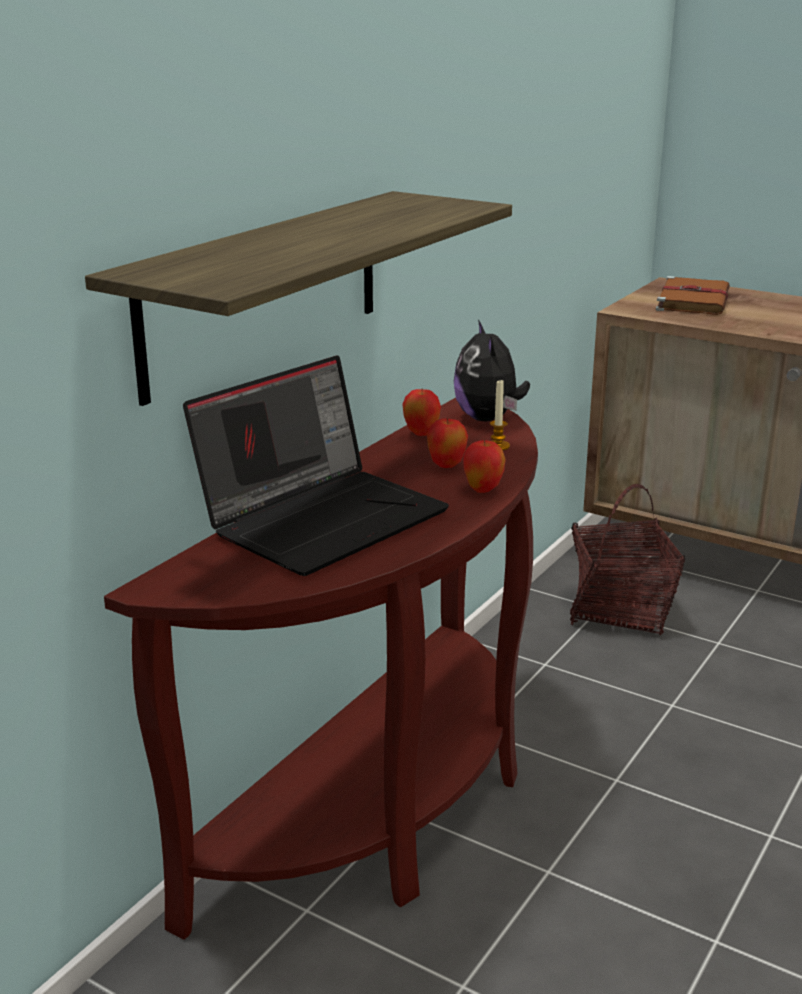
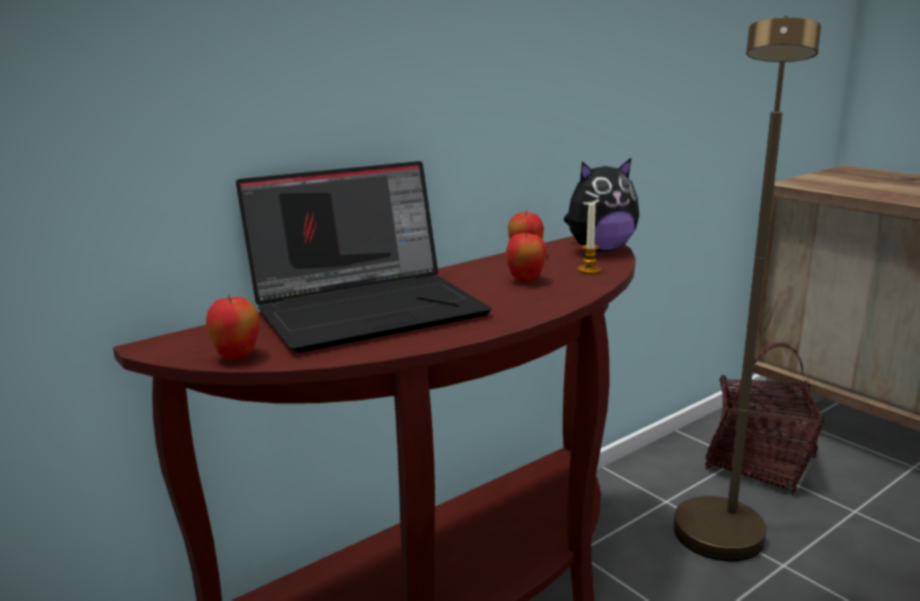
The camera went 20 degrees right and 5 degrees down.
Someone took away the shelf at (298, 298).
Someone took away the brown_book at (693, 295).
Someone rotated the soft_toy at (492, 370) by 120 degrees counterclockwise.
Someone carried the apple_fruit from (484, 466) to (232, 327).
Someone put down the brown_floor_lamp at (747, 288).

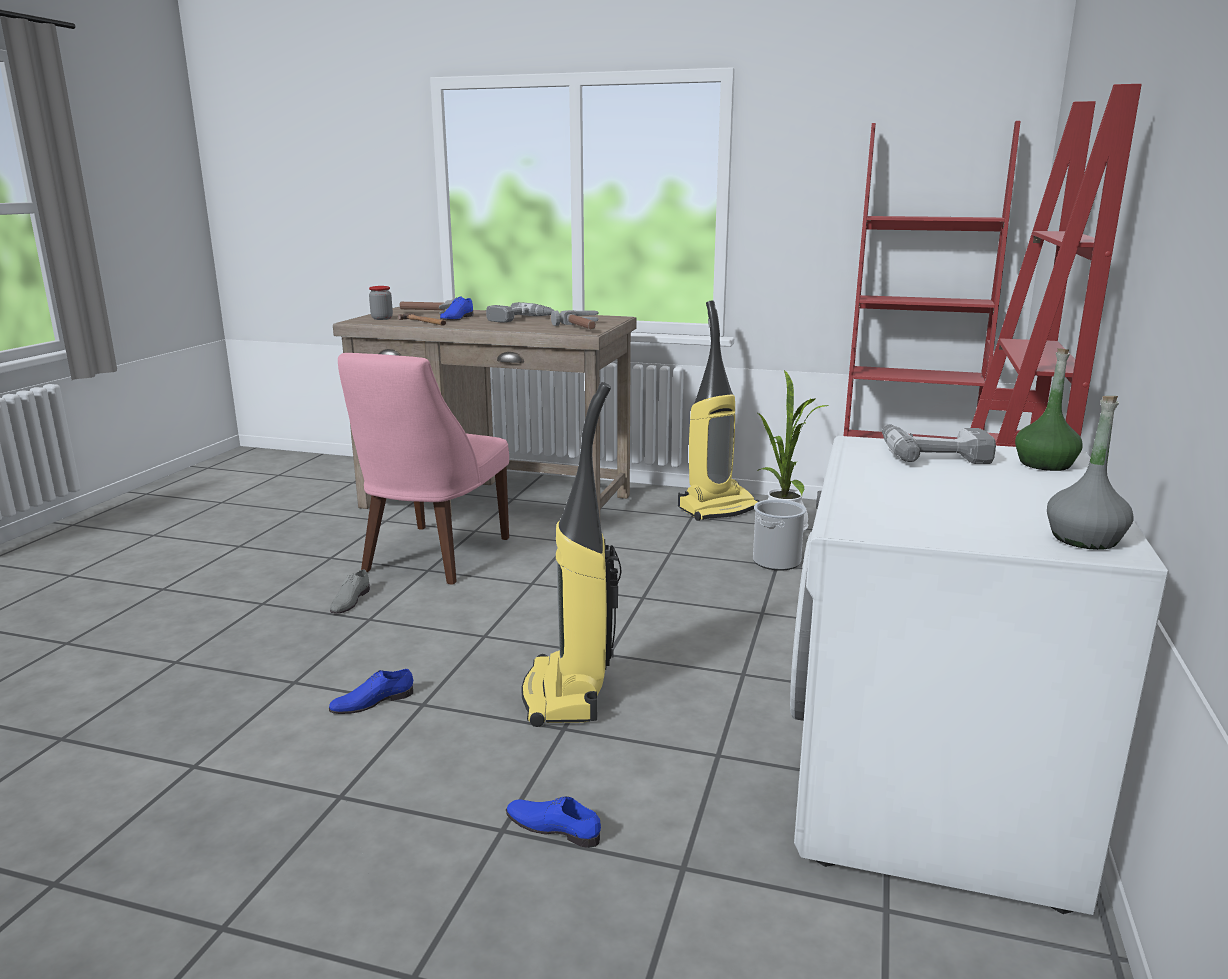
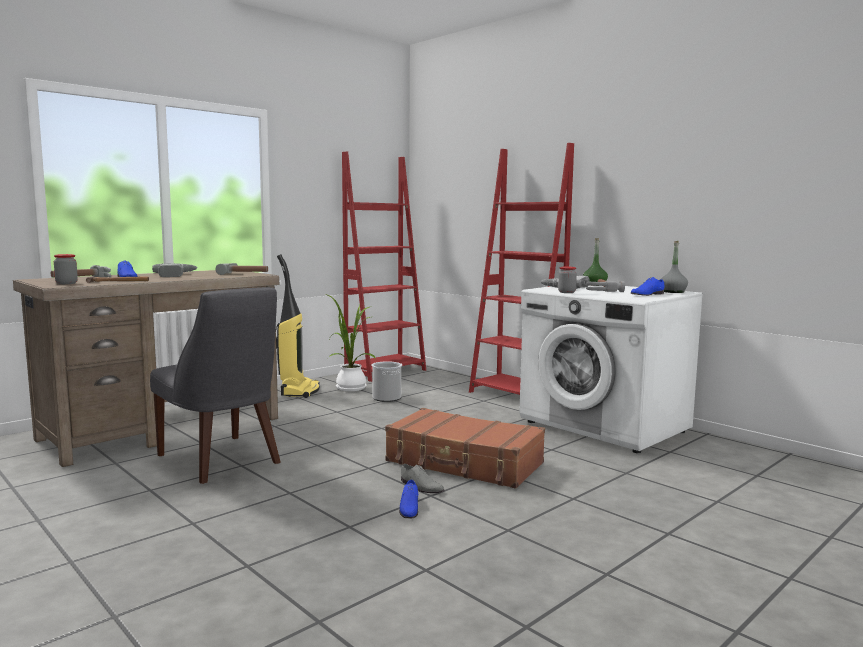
The camera went 60 degrees left and 10 degrees down.
Someone repainted the pink-coloured_chair at (423, 469), which became the greyish_chair at (215, 385).
Someone swapped the vacuum at (571, 554) for the brown_piece_of_luggage at (465, 448).
Someone carried the greyish_low_shoe from (350, 591) to (422, 478).
Someone carried the blue_low_shoe from (553, 822) to (647, 286).
Someone put down the preserve_jar at (567, 279).
Someone put down the tool_hammer at (605, 285).

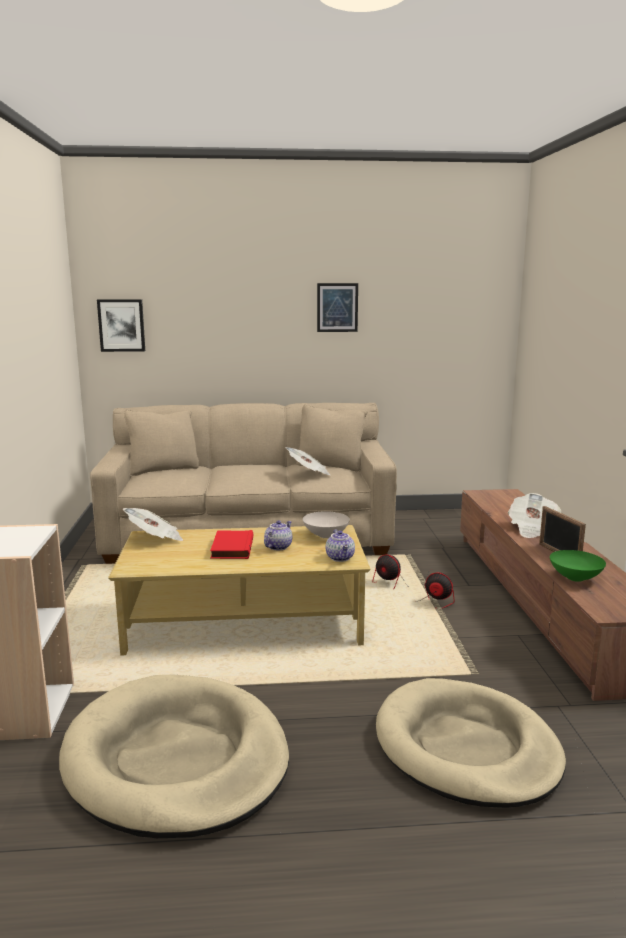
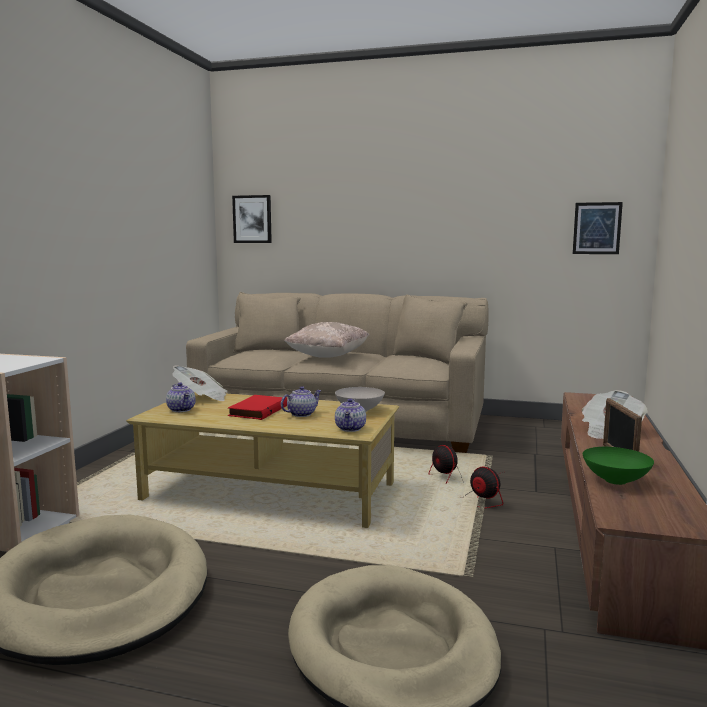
The camera went 20 degrees right and 5 degrees down.
Someone carried the picture from (337, 307) to (598, 228).
Someone took away the printed_paper at (307, 461).
Someone put down the sand-coloured_cushion at (326, 340).
Someone put down the teapot at (181, 397).

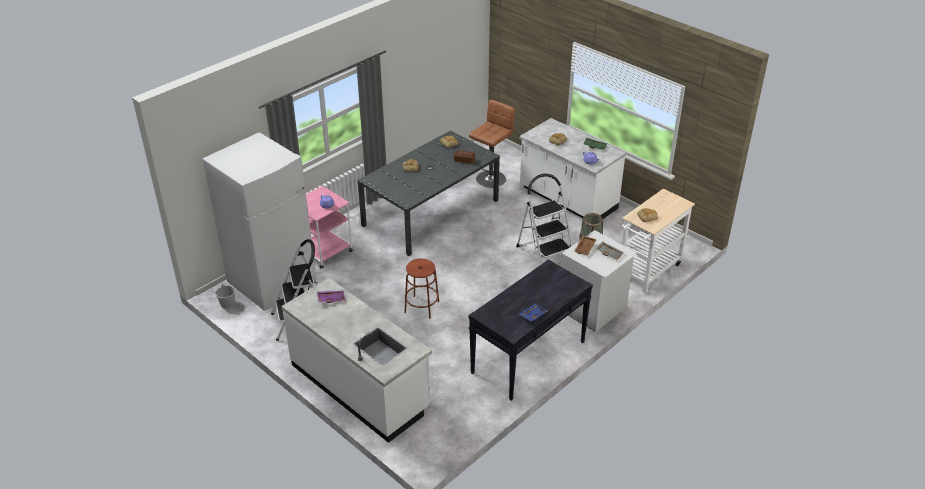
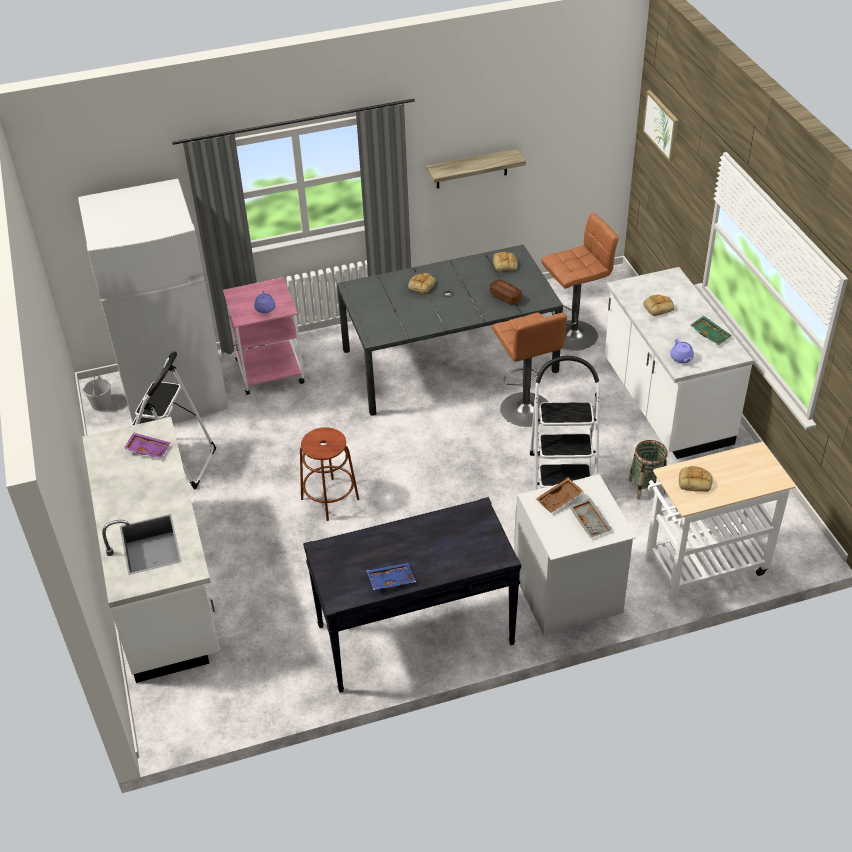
The camera went 30 degrees right and 5 degrees up.
Someone put up the picture at (661, 126).
Someone put up the shelf at (476, 168).
Someone put down the brown_sitting_stool at (529, 369).

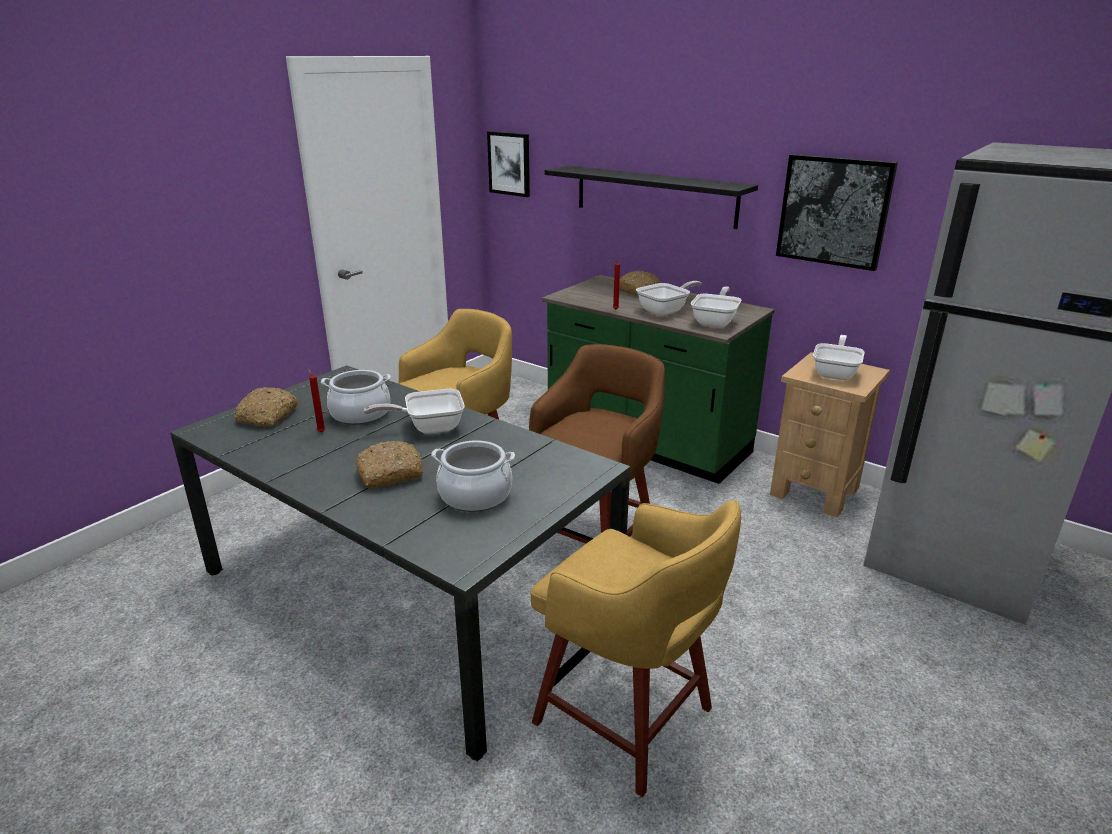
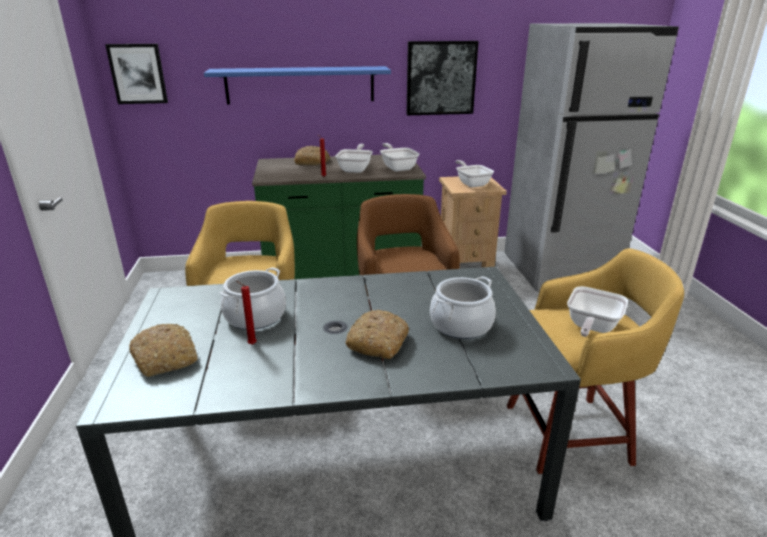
The camera went 45 degrees left and 0 degrees up.
Someone repainted the blackish_shelf at (651, 197), which became the blue_shelf at (297, 85).
Someone carried the frying_pan from (414, 411) to (597, 311).

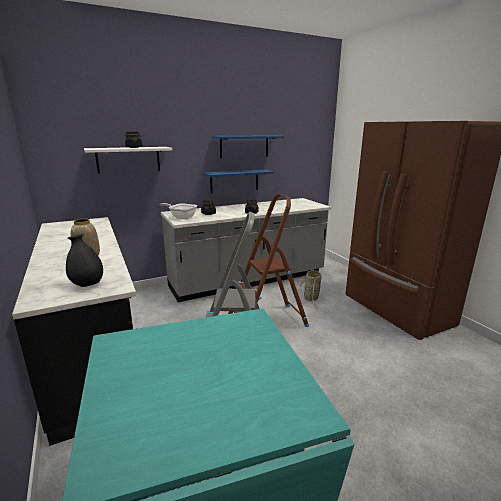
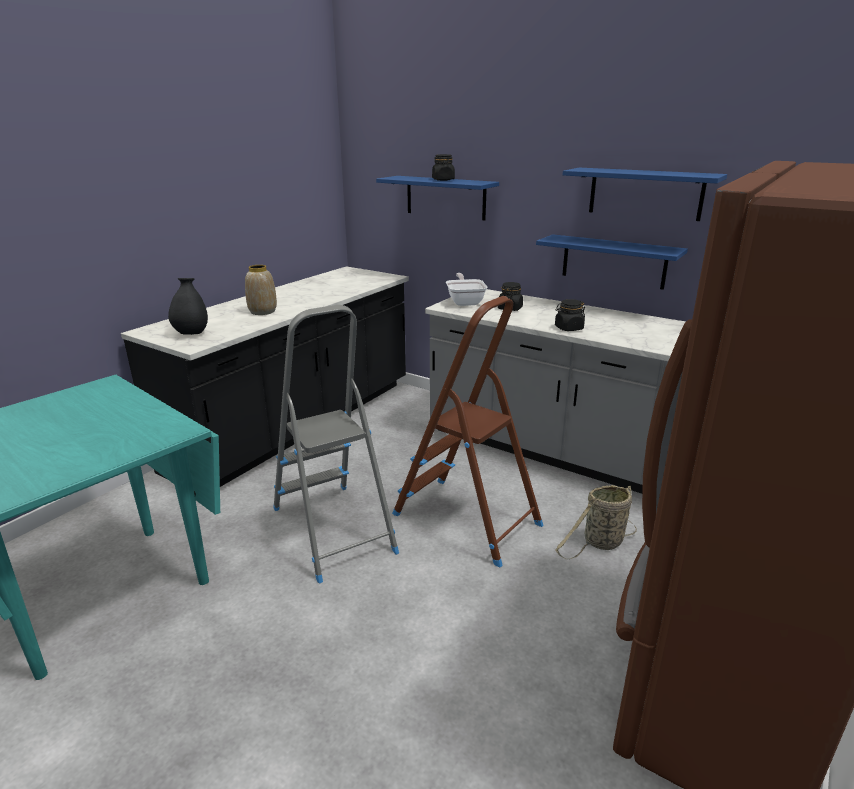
The camera went 60 degrees right and 5 degrees up.
Someone repainted the whitish_shelf at (128, 160), which became the blue_shelf at (437, 198).

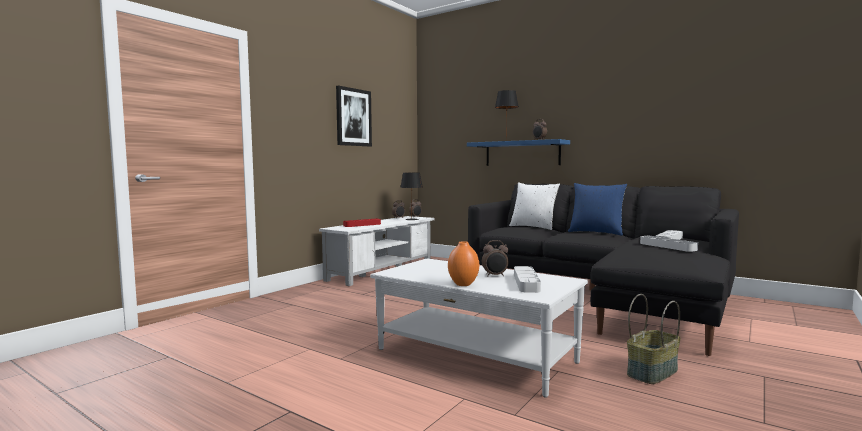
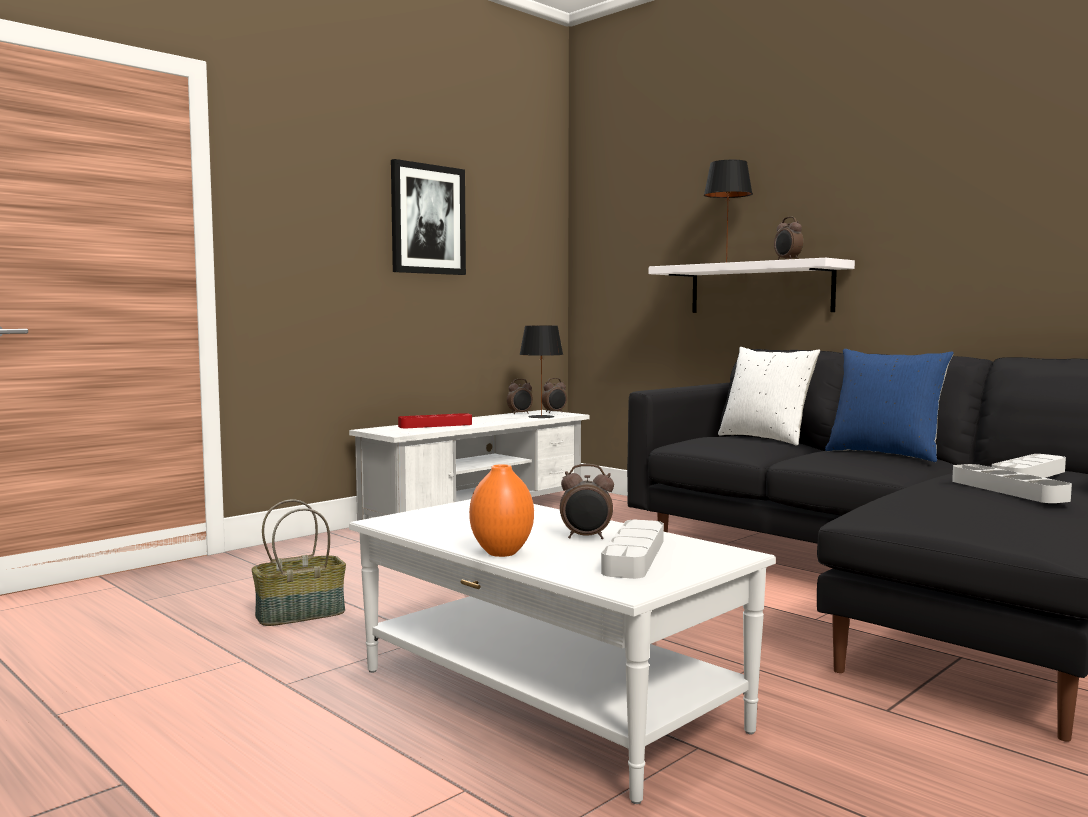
The camera went 10 degrees right and 0 degrees up.
Someone repainted the blue_shelf at (518, 152), which became the whitish_shelf at (752, 285).
Someone carried the basket from (654, 339) to (299, 562).

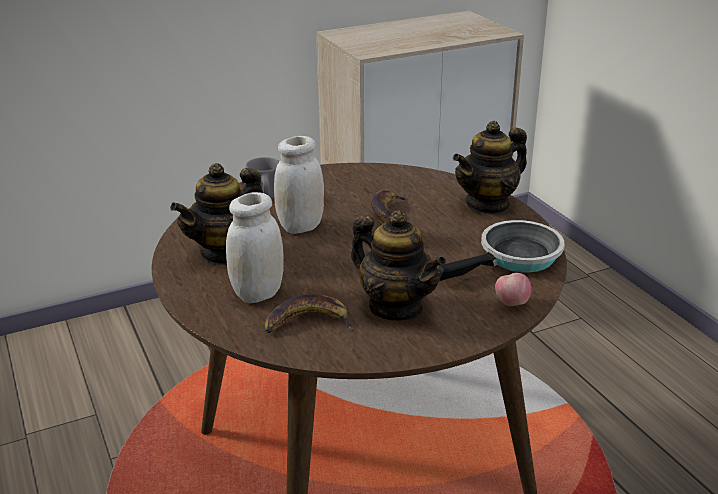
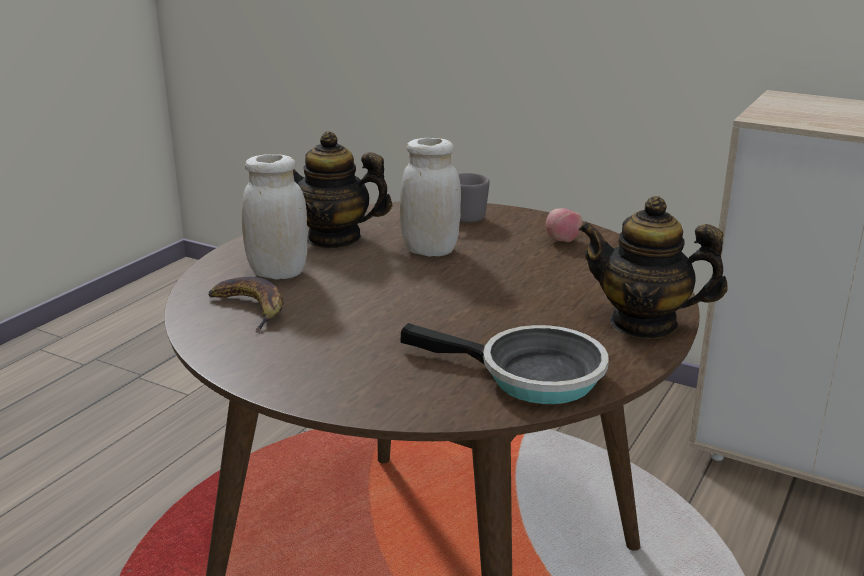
The camera went 55 degrees right and 5 degrees down.
Someone took away the banana_fruit at (389, 206).
Someone took away the teapot at (398, 266).
Someone carried the apple_fruit from (513, 289) to (564, 225).

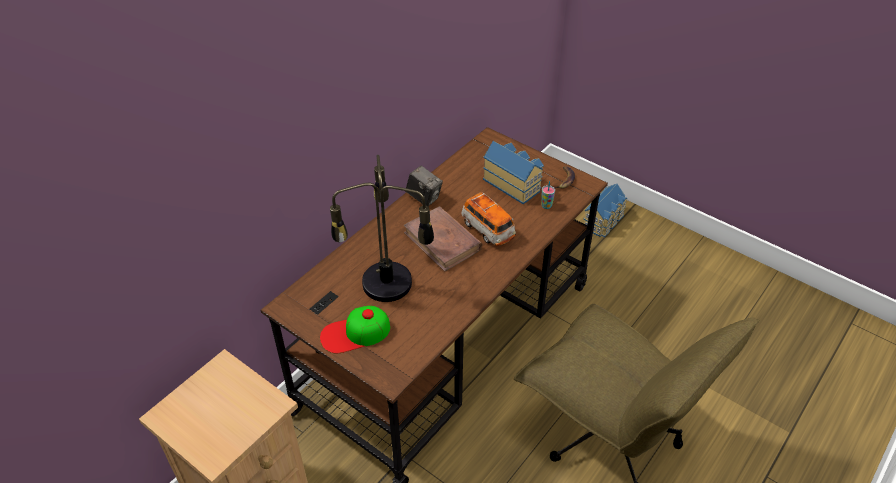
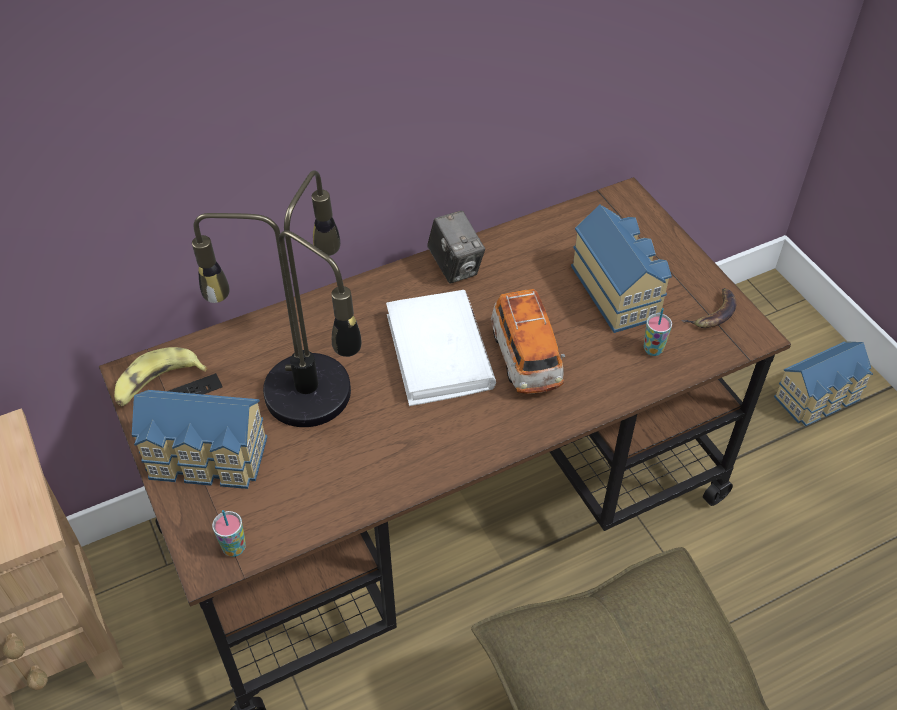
The camera went 25 degrees right and 5 degrees up.
Someone repainted the brown_book at (443, 239), which became the whitish_book at (441, 348).
Someone swapped the baseball_cap at (355, 329) for the model_house at (199, 439).
Someone put down the banana_fruit at (161, 377).
Someone put down the drinking_cup at (229, 533).

